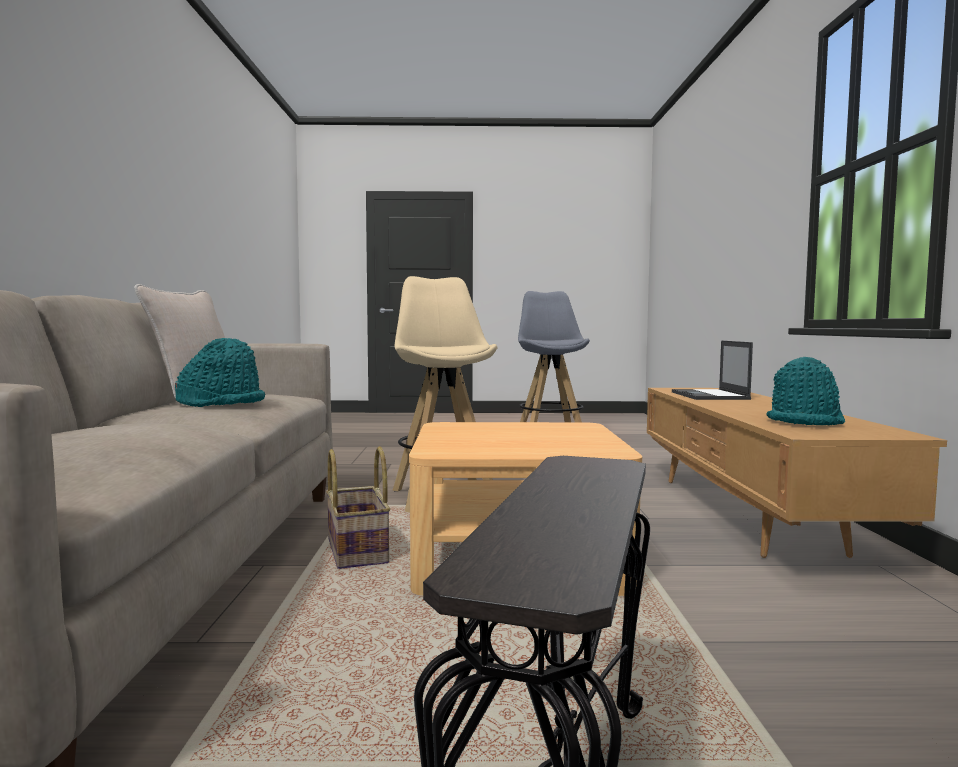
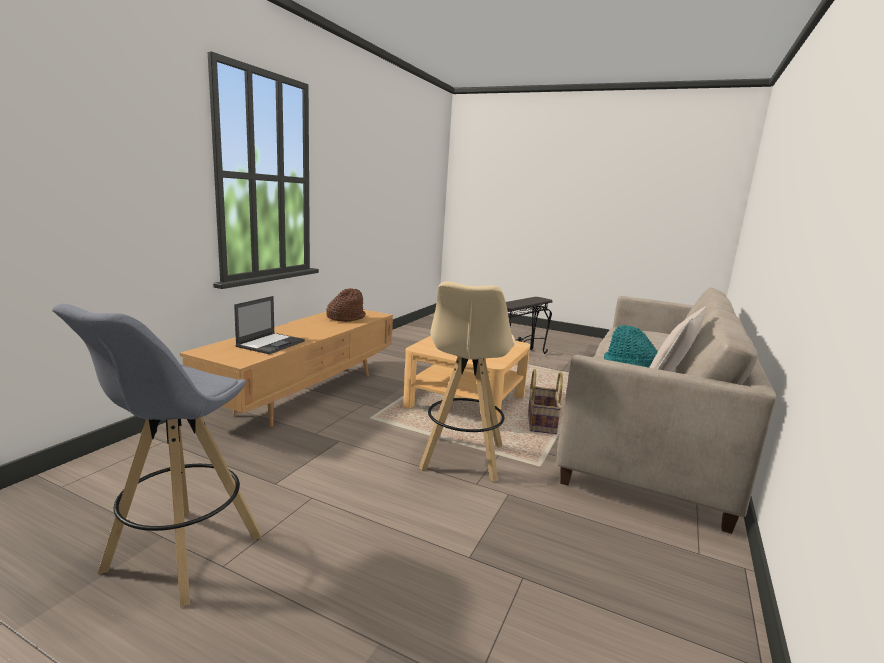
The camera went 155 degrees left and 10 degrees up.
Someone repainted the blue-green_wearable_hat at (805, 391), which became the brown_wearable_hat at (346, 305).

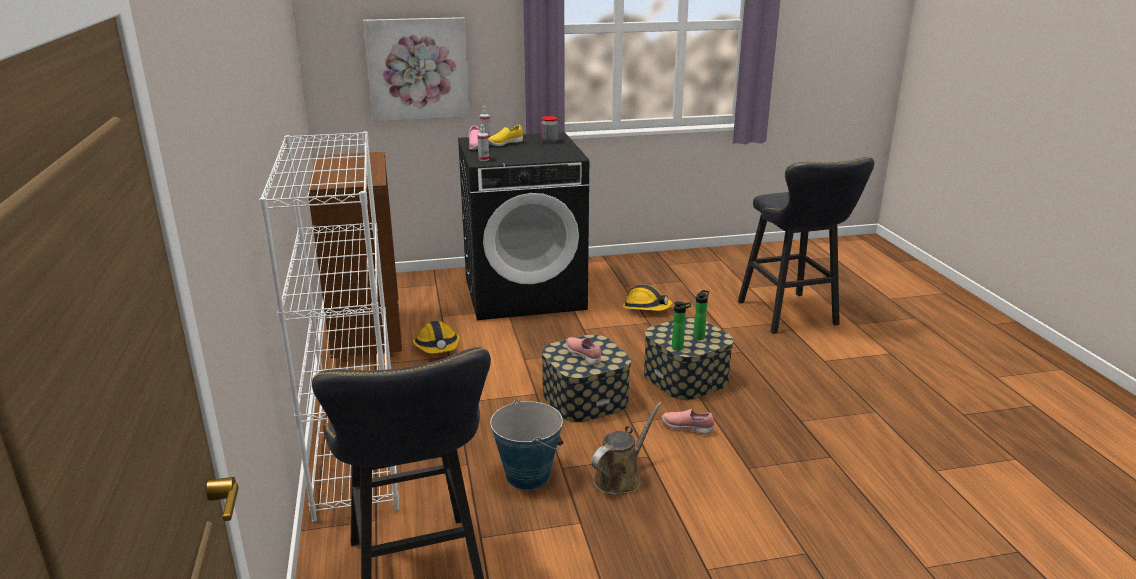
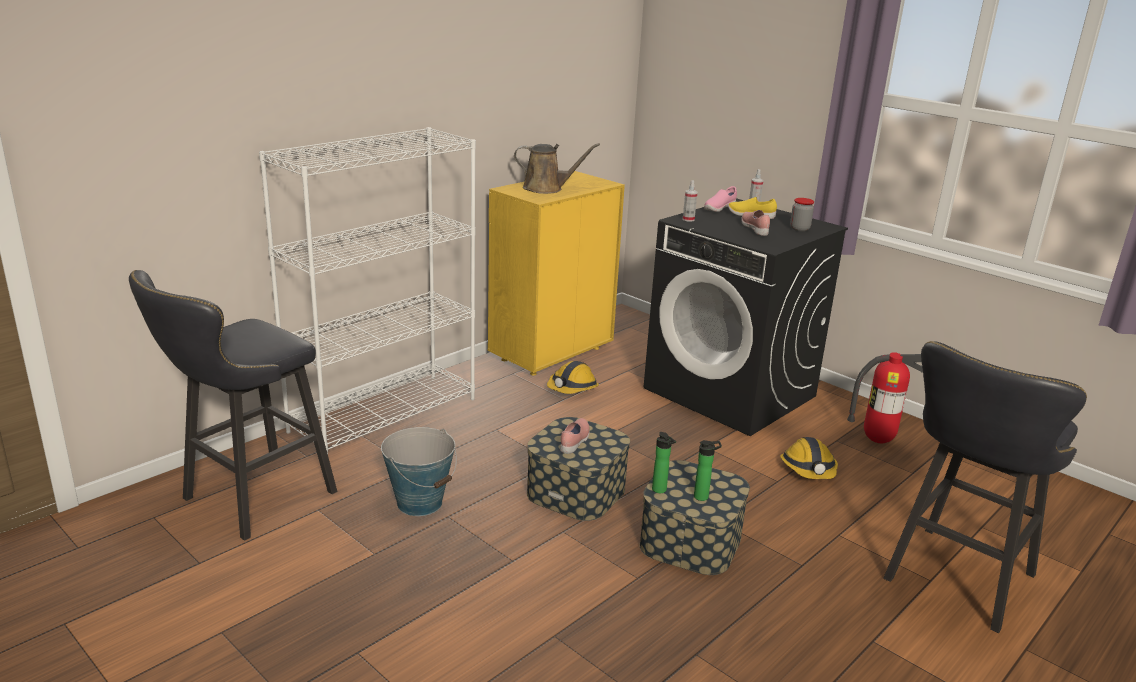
The camera went 55 degrees right and 0 degrees up.
Someone took away the picture at (416, 69).
Someone repainted the brown_storage_cabinet at (355, 257), which became the yellow-coloured_storage_cabinet at (556, 273).
Someone carried the brown_watering_can from (627, 448) to (557, 168).
Someone carried the pink-coloured_low_shoe from (688, 421) to (755, 223).
Someone put down the fire_extinguisher at (885, 397).

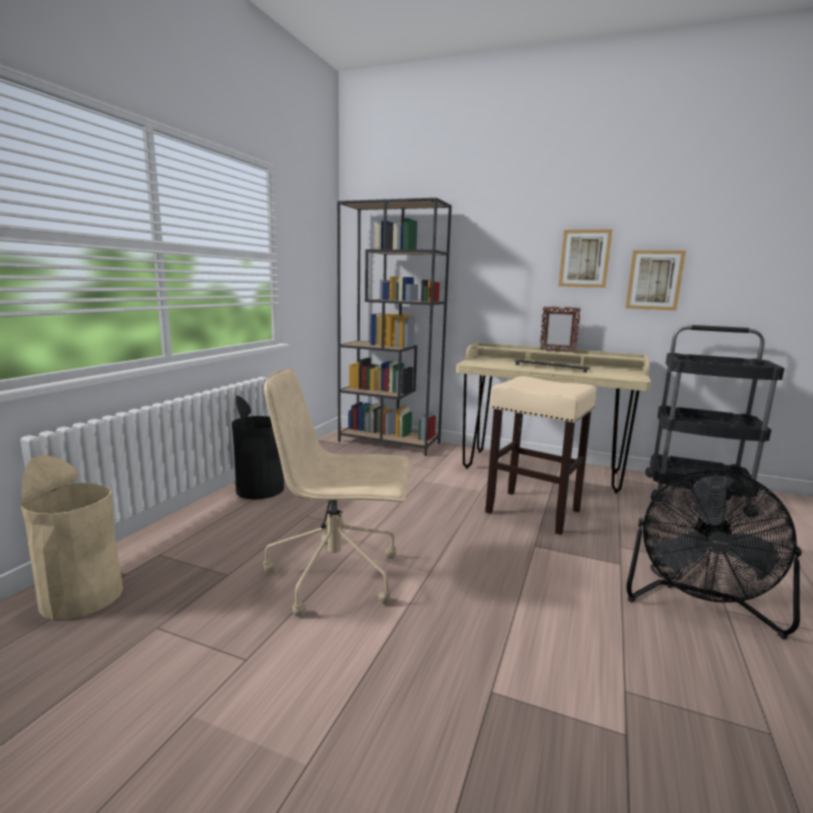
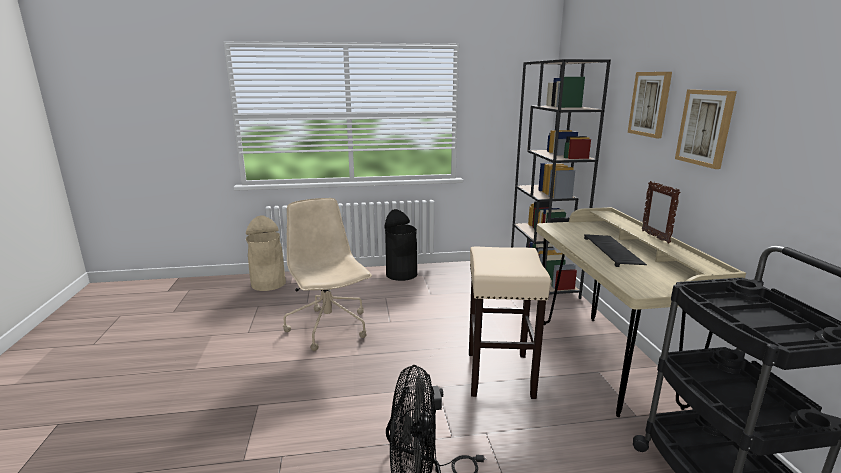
The camera went 60 degrees right and 5 degrees up.
Someone carried the picture from (656, 280) to (650, 105).

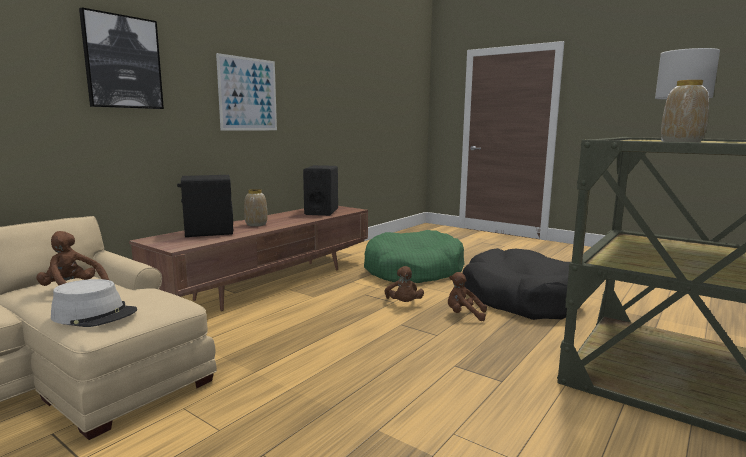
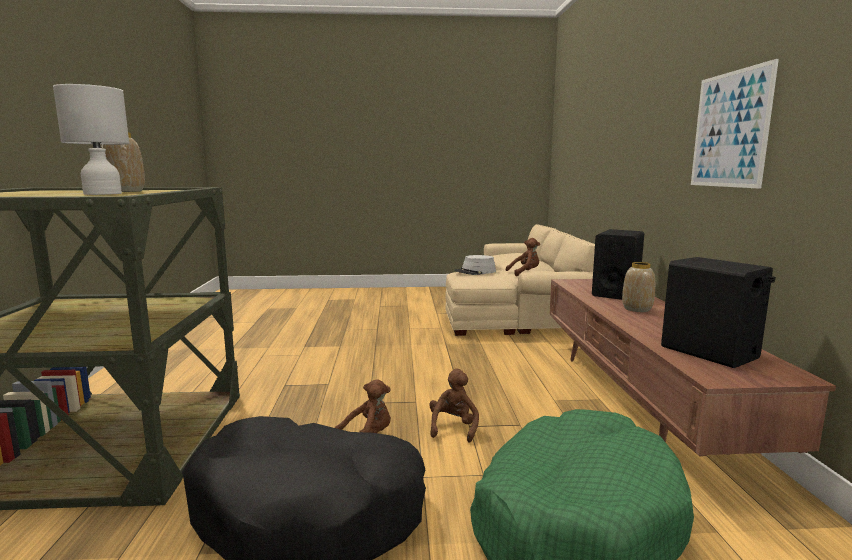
The camera went 140 degrees right and 0 degrees up.
Someone took away the picture at (121, 58).
Someone rotated the brown_soft_toy at (404, 284) by 60 degrees clockwise.

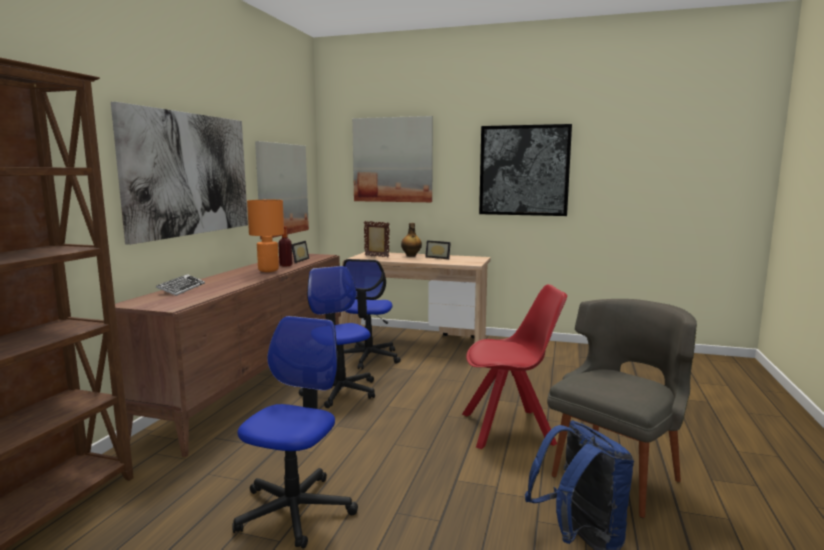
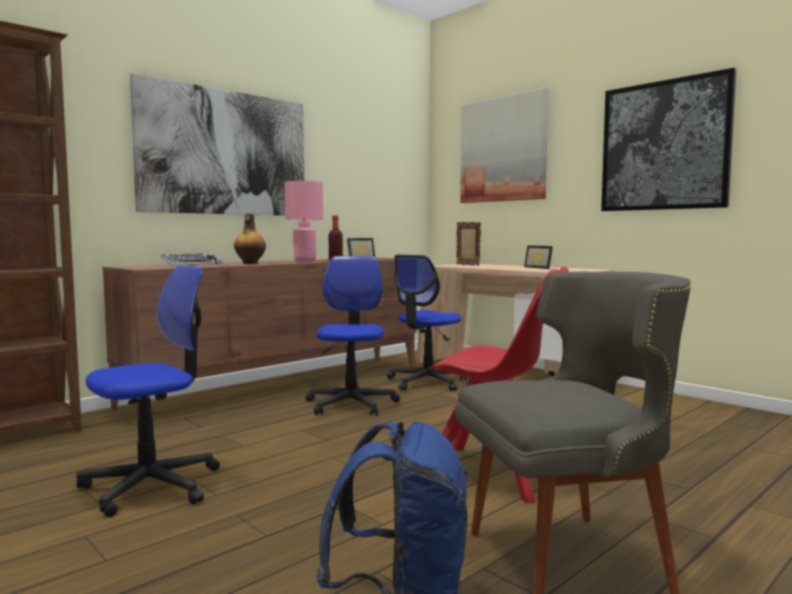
The camera went 30 degrees right and 5 degrees down.
Someone took away the picture at (282, 190).
Someone repainted the orangey_lamp_for_a_table at (265, 235), which became the pink-coloured_lamp_for_a_table at (304, 221).
Someone carried the bottle from (411, 240) to (250, 238).

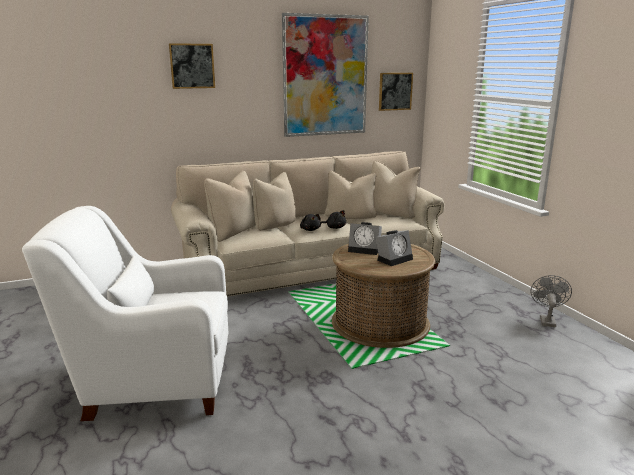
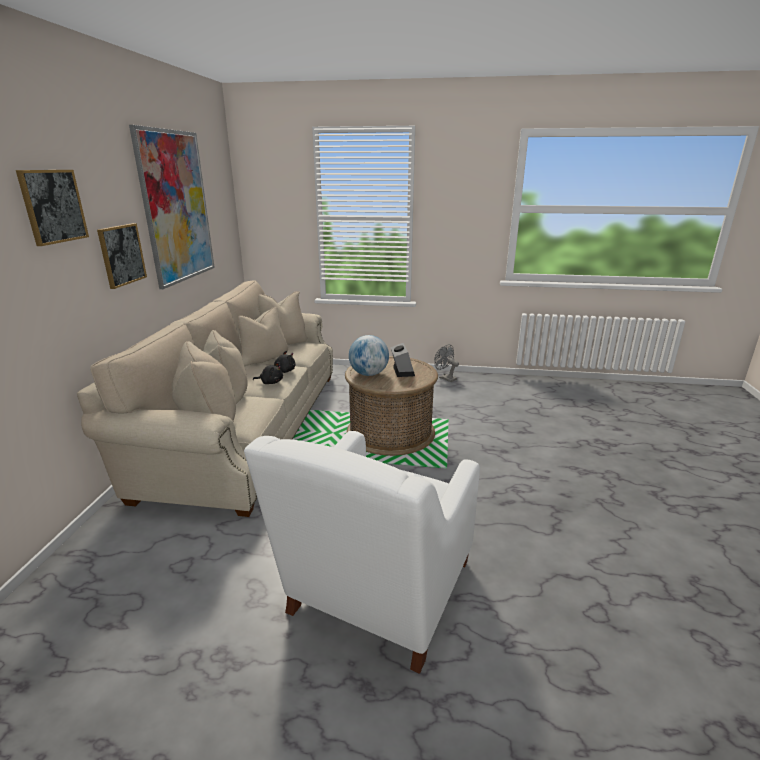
The camera went 60 degrees left and 5 degrees up.
Someone carried the picture from (396, 92) to (122, 256).
Someone swapped the bedside_clock at (365, 238) for the globe at (369, 355).

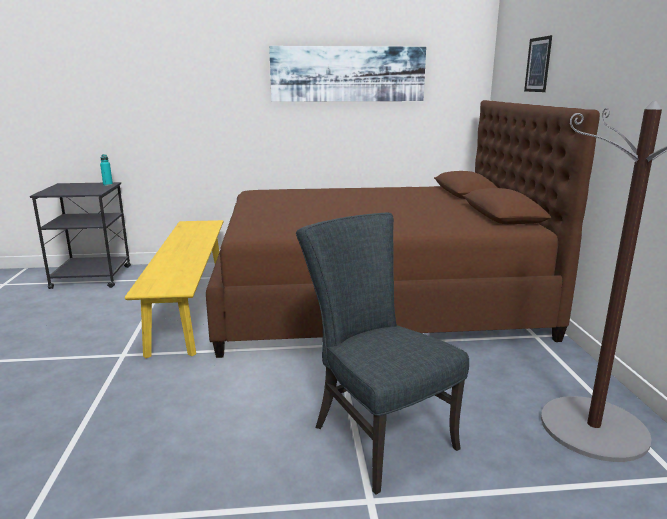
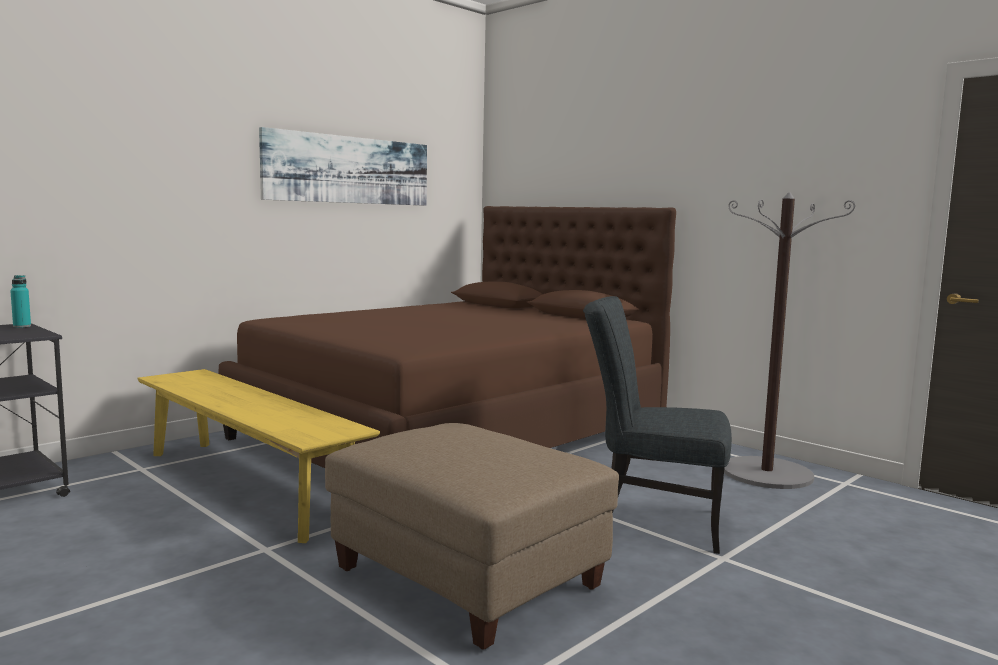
The camera went 40 degrees left and 10 degrees down.
Someone took away the picture at (538, 63).
Someone put down the sand-coloured_pouffe at (472, 536).

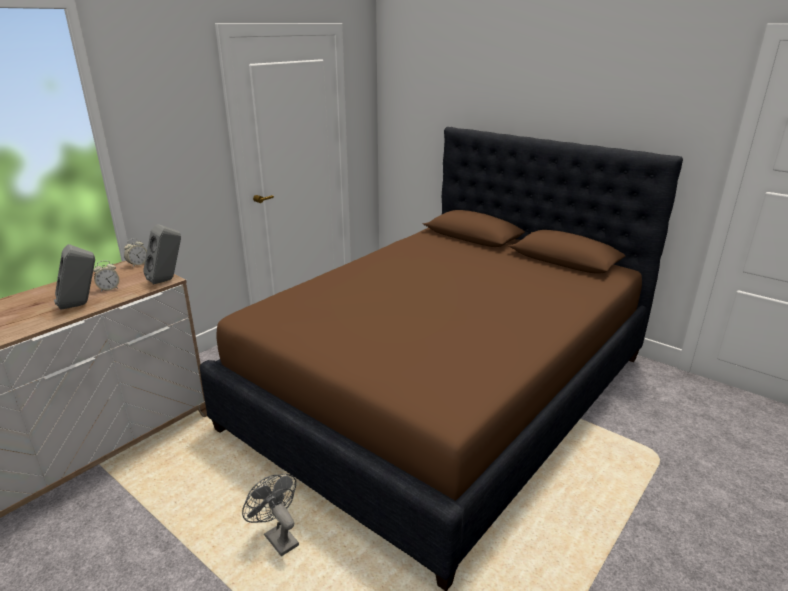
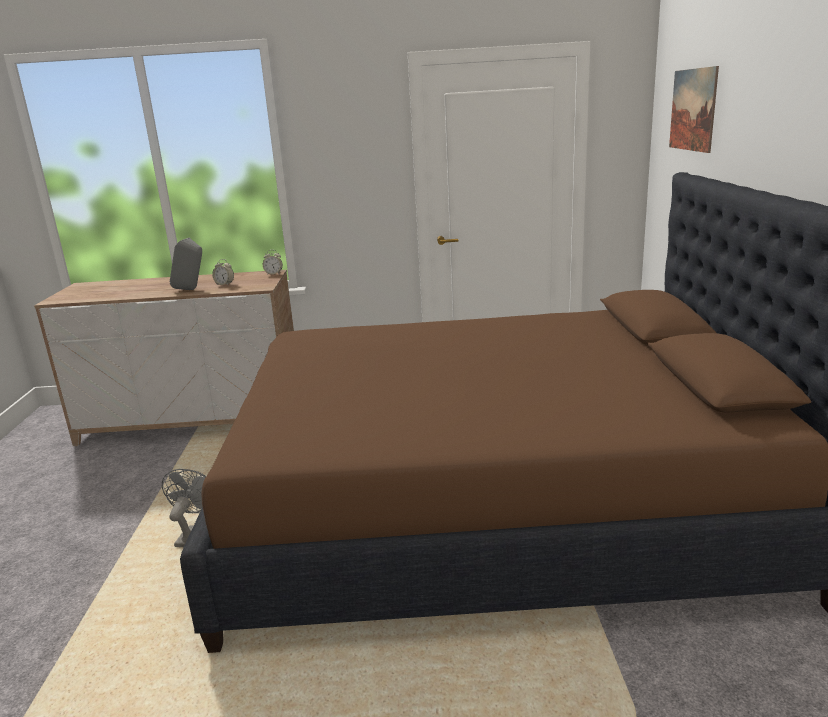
The camera went 50 degrees right and 5 degrees down.
Someone took away the greyish_speaker at (162, 254).
Someone put up the picture at (694, 109).

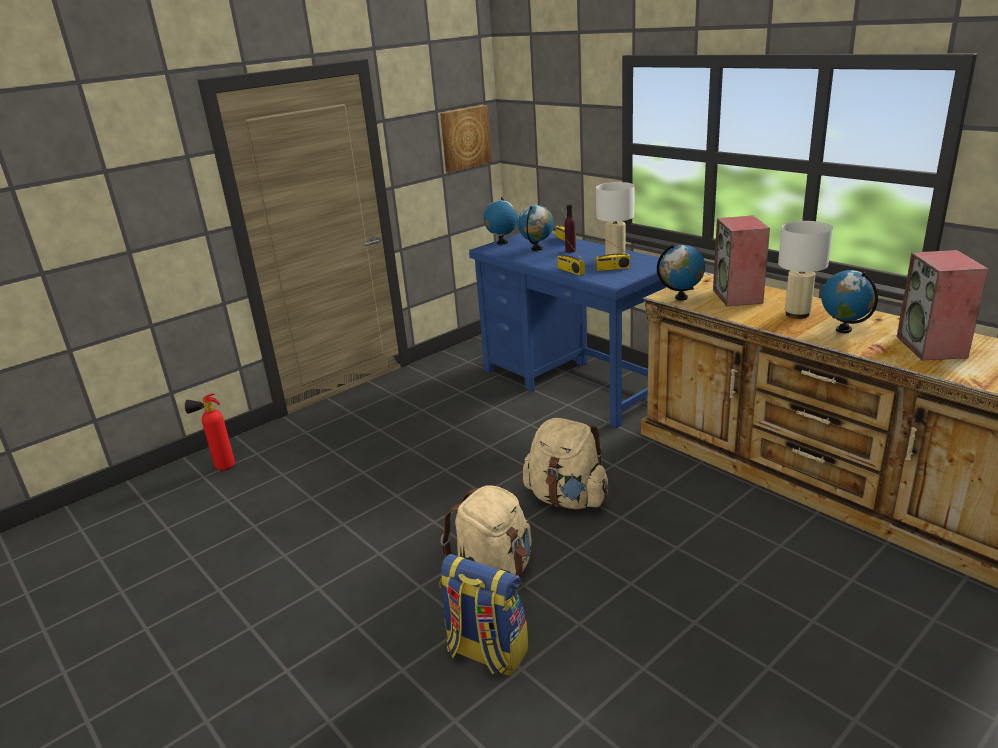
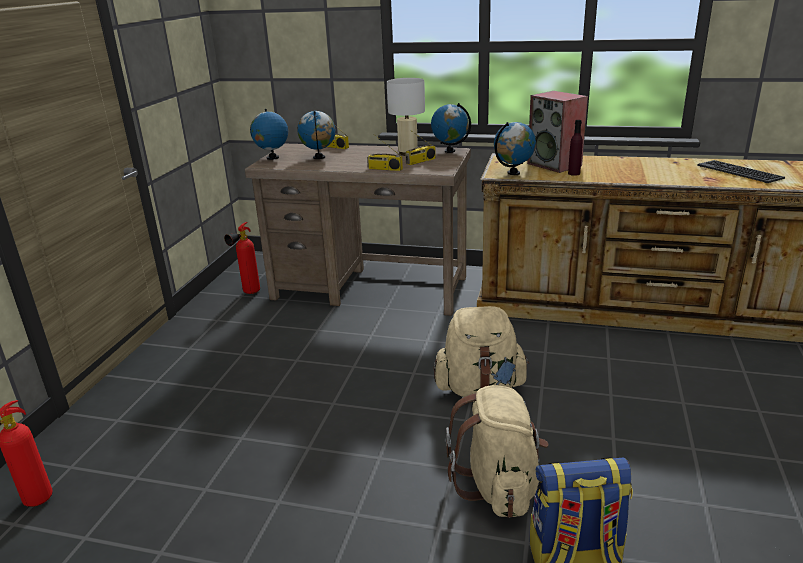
The camera went 35 degrees left and 0 degrees up.
Someone took away the picture at (466, 139).
Someone carried the purple_bottle from (570, 228) to (575, 148).
Someone took away the whitish_lamp_for_a_table at (805, 270).
Someone repainted the blue_desk at (568, 330), which became the brown_desk at (358, 230).
Someone swapped the speaker at (942, 305) for the computer_keyboard at (741, 171).
Someone carried the globe from (849, 301) to (451, 128).
Someone put down the fire_extinguisher at (242, 258).

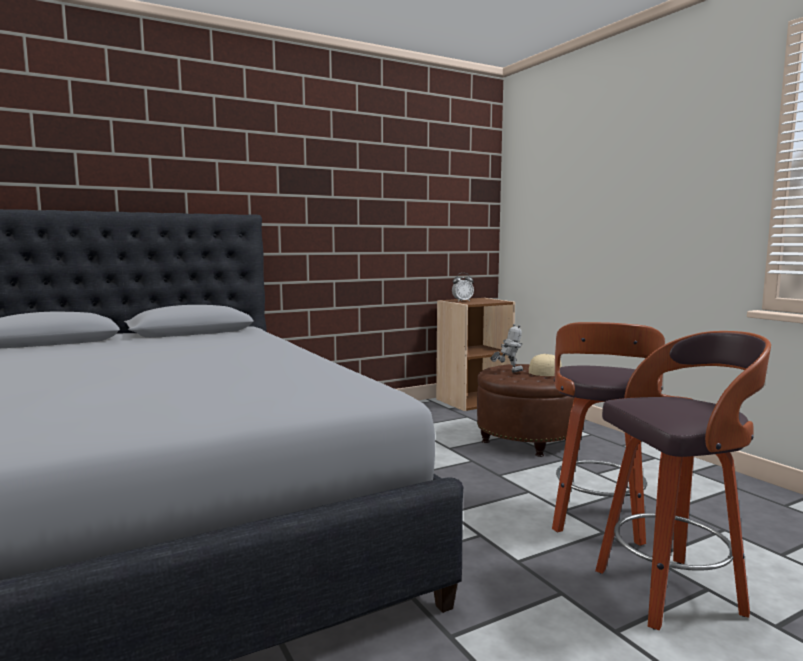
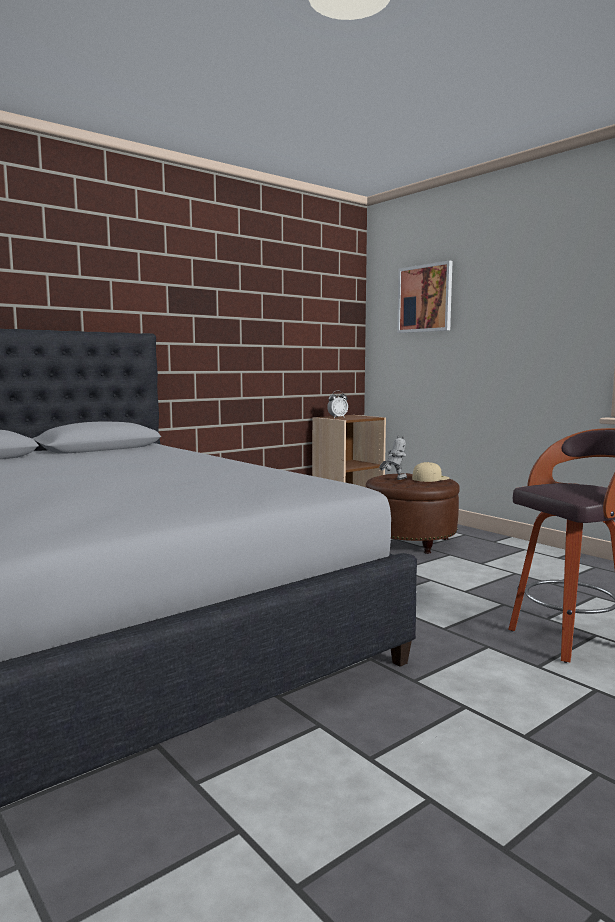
The camera went 10 degrees left and 0 degrees up.
Someone took away the sitting_stool at (608, 434).
Someone put up the picture at (425, 296).

